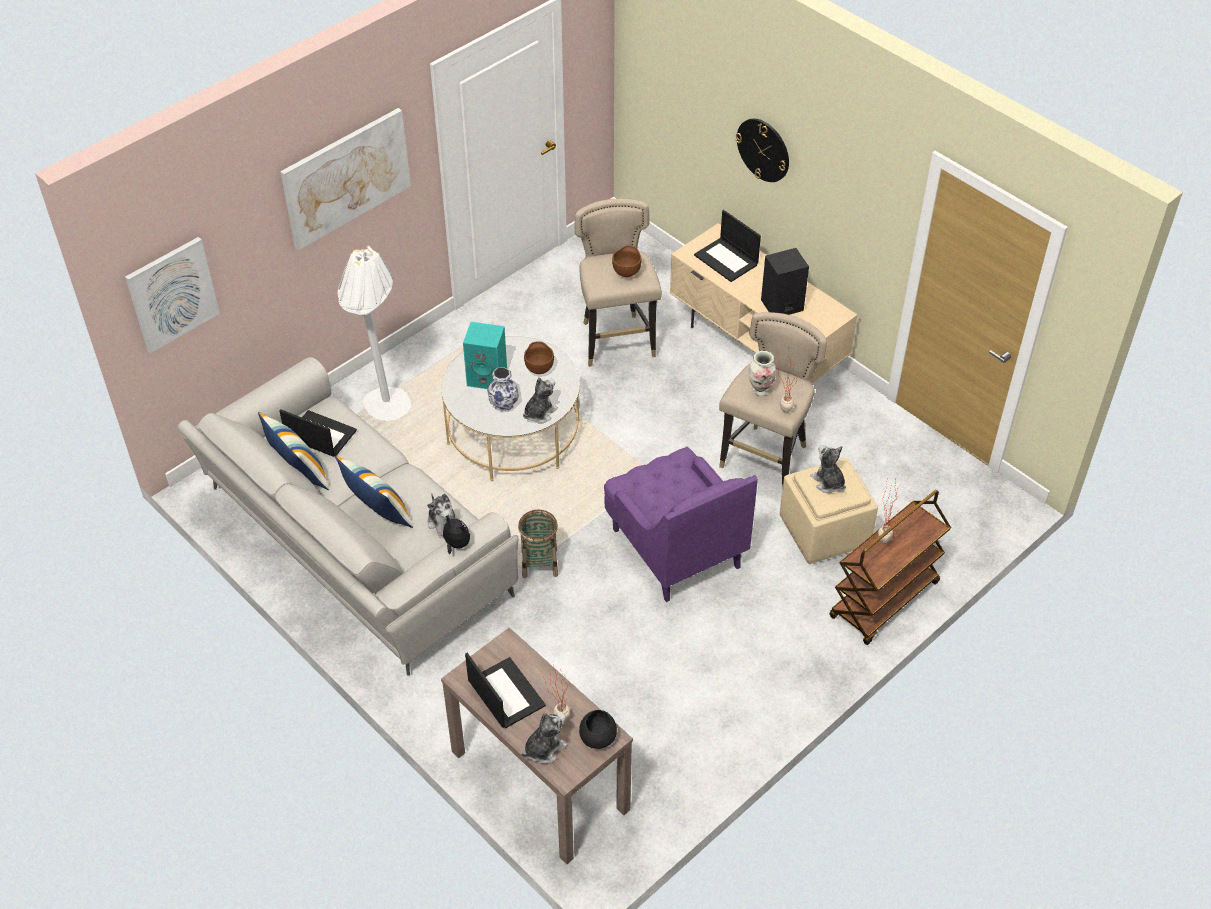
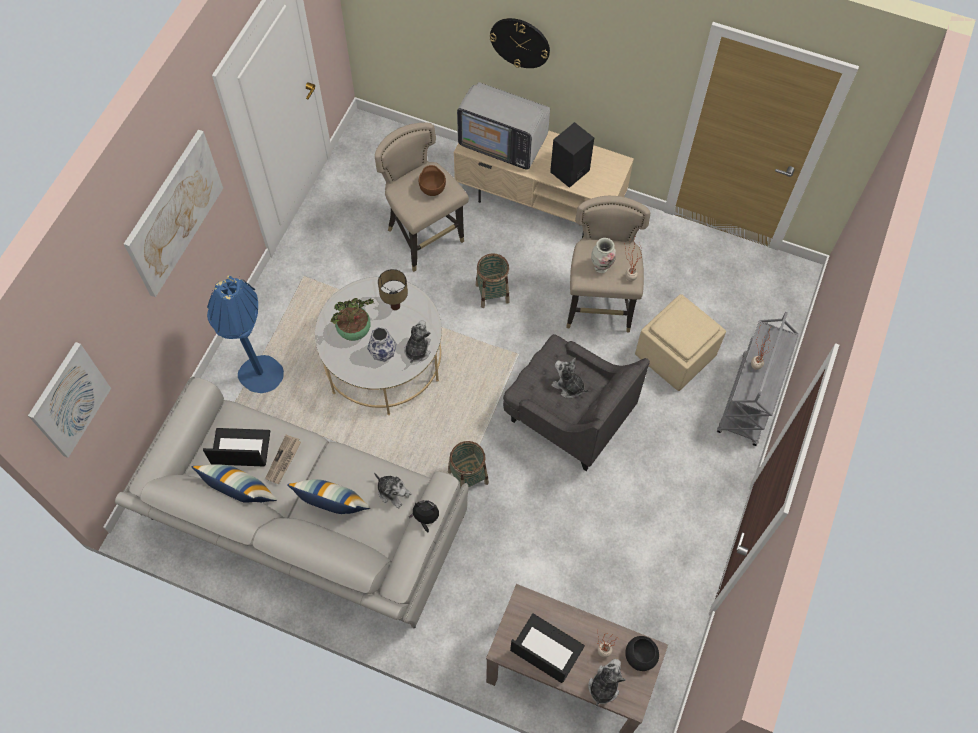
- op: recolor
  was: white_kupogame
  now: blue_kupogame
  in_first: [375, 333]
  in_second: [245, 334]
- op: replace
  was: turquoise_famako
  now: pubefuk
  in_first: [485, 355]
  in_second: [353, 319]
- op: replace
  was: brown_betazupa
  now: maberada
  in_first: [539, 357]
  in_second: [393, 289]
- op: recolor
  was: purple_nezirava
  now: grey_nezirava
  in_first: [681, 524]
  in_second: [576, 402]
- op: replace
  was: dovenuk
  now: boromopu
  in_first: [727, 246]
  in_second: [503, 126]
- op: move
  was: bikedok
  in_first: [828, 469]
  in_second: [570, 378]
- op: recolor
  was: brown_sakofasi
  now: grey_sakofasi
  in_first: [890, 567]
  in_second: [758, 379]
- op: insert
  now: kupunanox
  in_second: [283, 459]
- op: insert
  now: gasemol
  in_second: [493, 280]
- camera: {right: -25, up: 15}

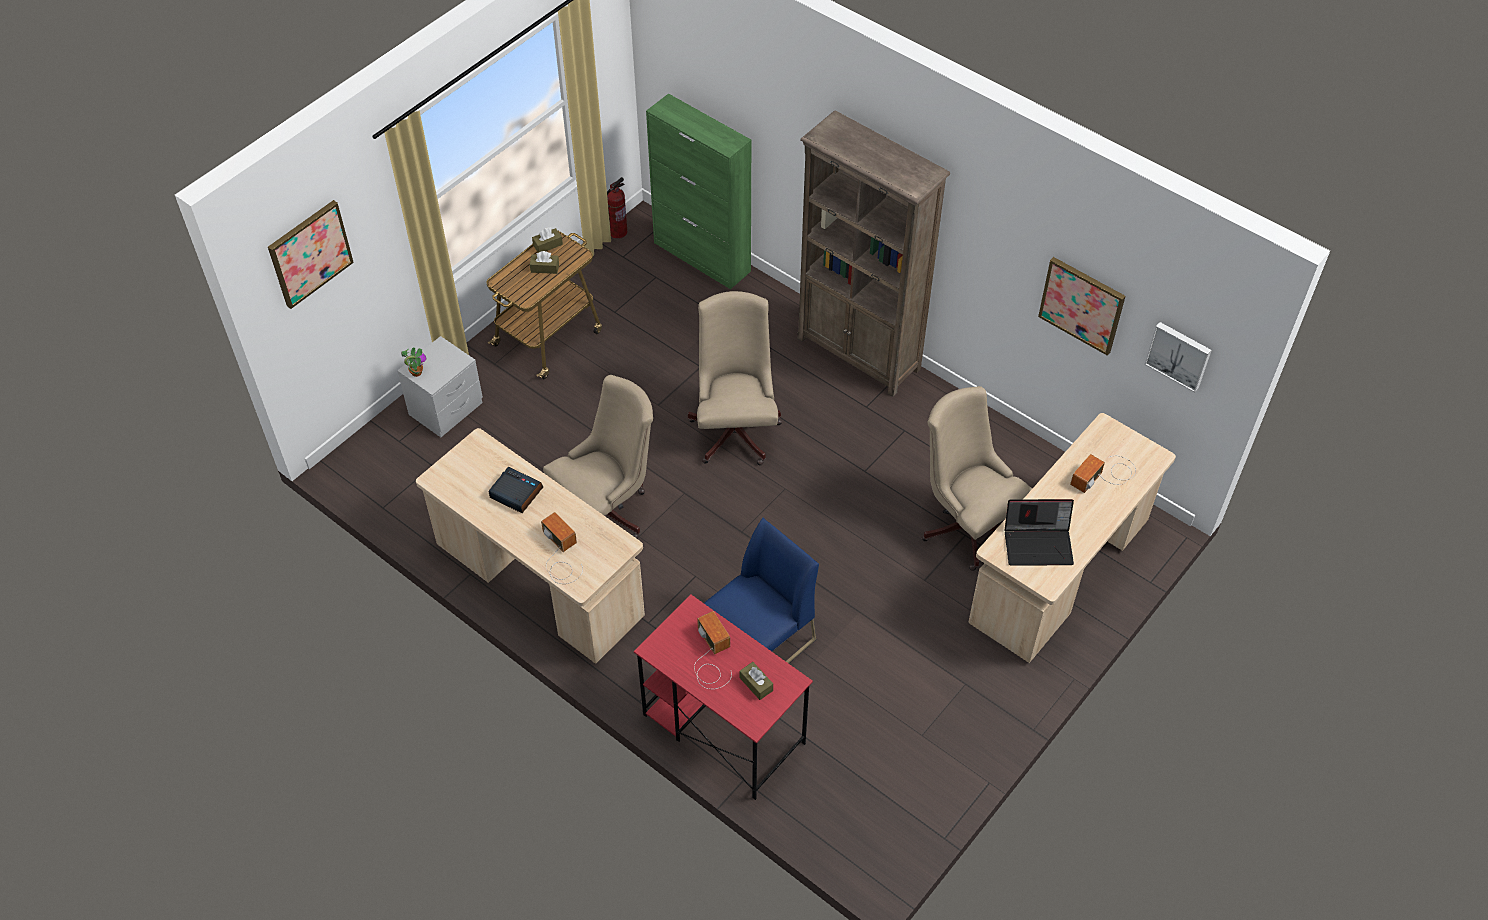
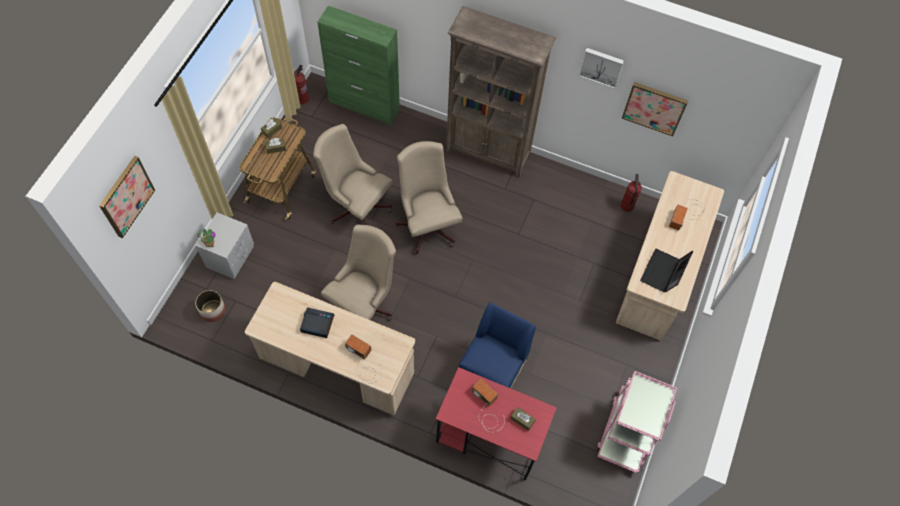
- op: move
  was: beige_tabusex
  in_first: [977, 478]
  in_second: [352, 174]
- op: rotate
  was: dovenuk
  in_first: [1039, 532]
  in_second: [666, 270]
  clockwise: 135
- op: move
  was: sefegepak
  in_first: [1178, 357]
  in_second: [601, 68]
- op: insert
  now: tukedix
  in_second: [210, 306]
- op: insert
  now: pink_sakofasi
  in_second: [637, 422]
- op: insert
  now: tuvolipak
  in_second: [631, 193]
- camera: {right: -20, up: 10}

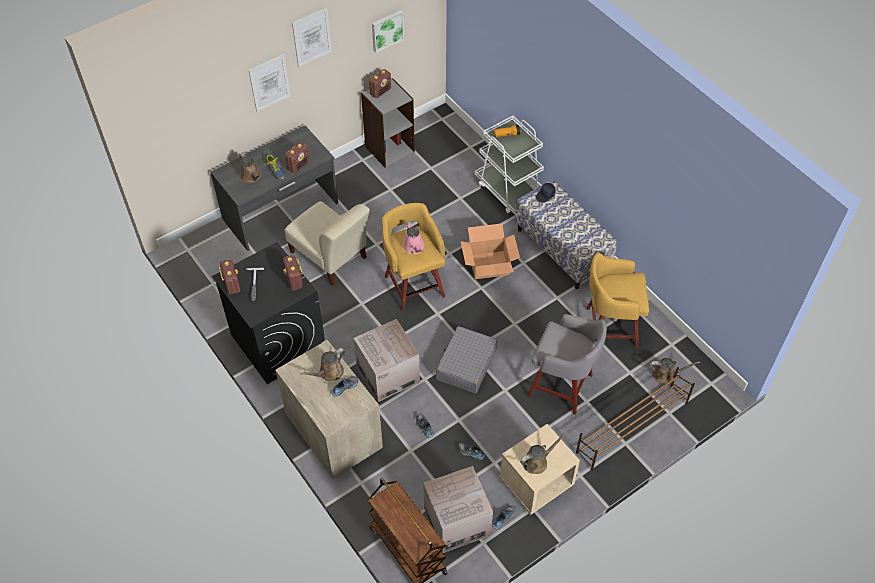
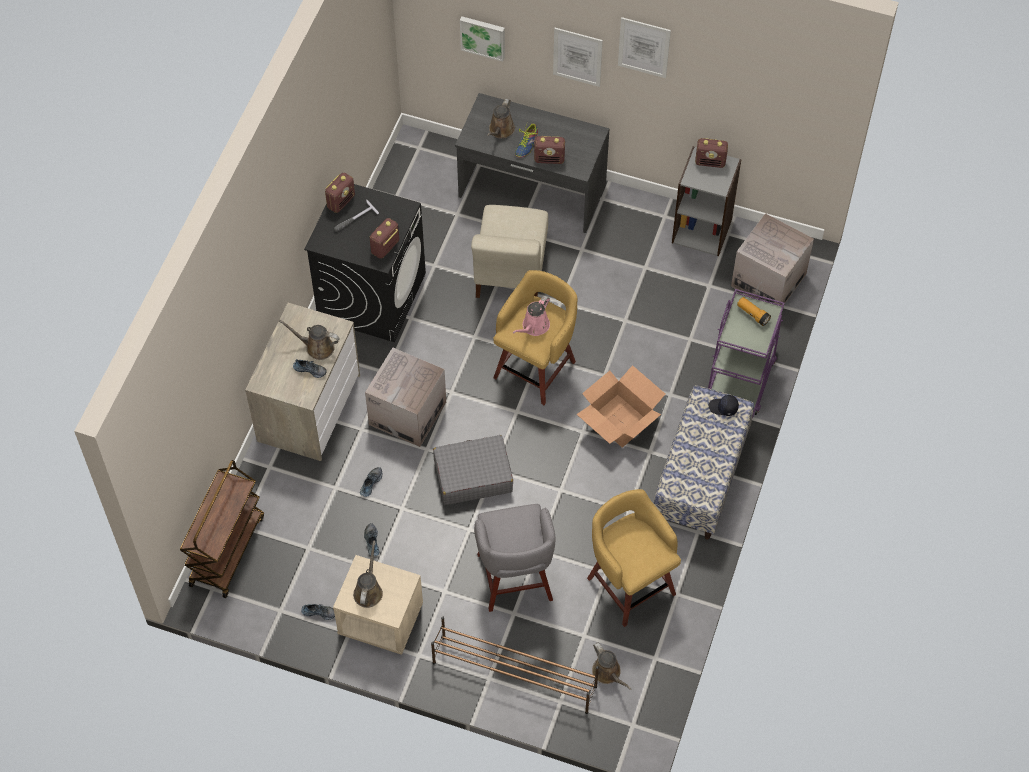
- op: move
  was: sefegepak
  in_first: [388, 31]
  in_second: [482, 39]
- op: move
  was: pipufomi
  in_first: [458, 509]
  in_second: [772, 259]
- op: recolor
  was: white_sakofasi
  now: purple_sakofasi
  in_first: [509, 166]
  in_second: [746, 353]
- op: rotate
  was: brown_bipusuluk
  in_first: [543, 453]
  in_second: [368, 574]
  clockwise: -105
- camera: {right: 55, up: 5}

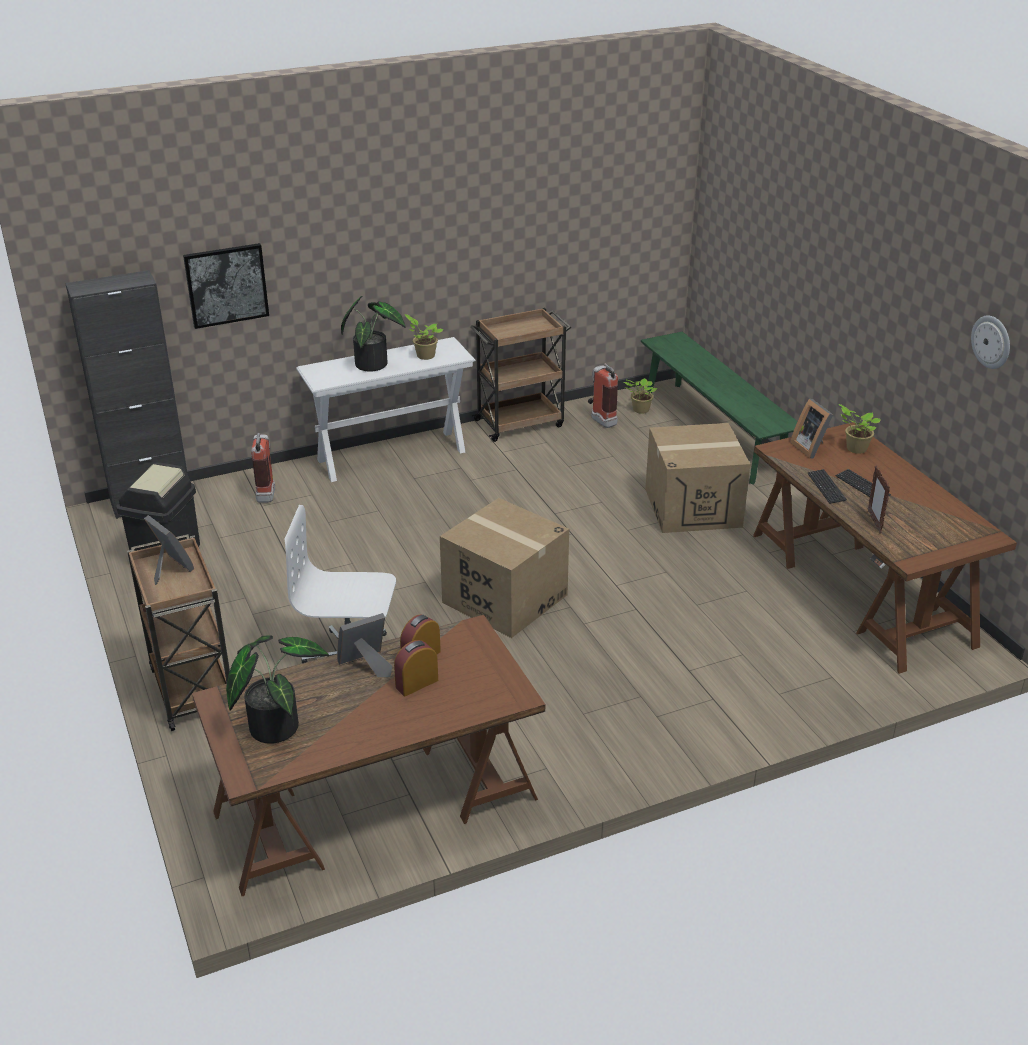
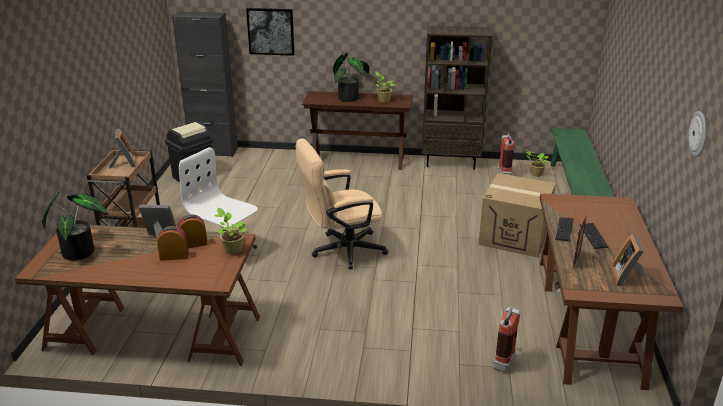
- op: move
  was: tuvolipak
  in_first: [263, 468]
  in_second: [506, 339]
- op: recolor
  was: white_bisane
  now: brown_bisane
  in_first: [386, 409]
  in_second: [357, 130]
- op: replace
  was: pipufomi
  now: beige_tabusex
  in_first: [504, 568]
  in_second: [342, 204]
- op: replace
  was: brown_sakofasi
  now: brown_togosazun
  in_first: [520, 375]
  in_second: [457, 98]
- op: move
  was: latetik
  in_first: [811, 429]
  in_second: [627, 260]
- op: move
  was: pubefuk
  in_first: [860, 429]
  in_second: [231, 231]
- camera: {right: 30, up: -5}

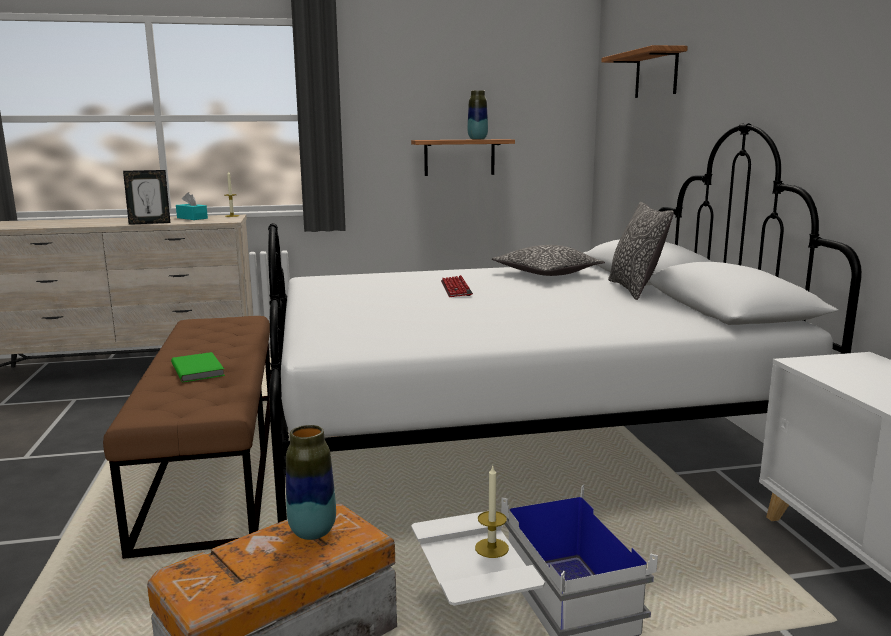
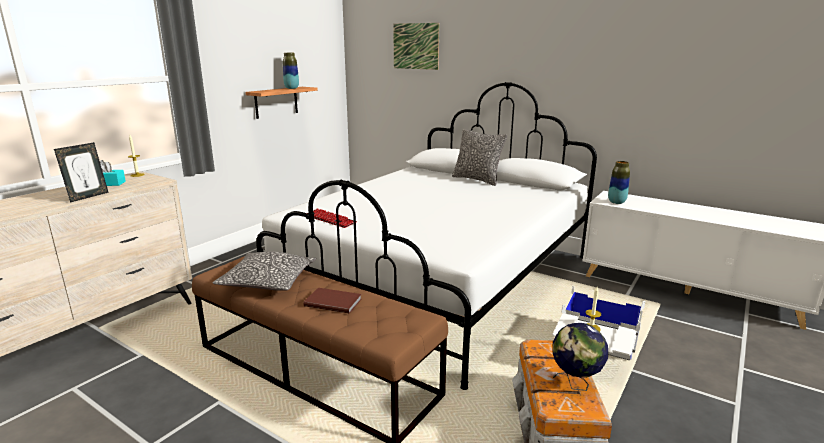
- op: recolor
  was: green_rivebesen
  now: brown_rivebesen
  in_first: [198, 367]
  in_second: [332, 301]
- op: move
  was: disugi
  in_first: [311, 482]
  in_second: [619, 182]
- op: move
  was: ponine
  in_first: [457, 286]
  in_second: [335, 218]
- op: move
  was: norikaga
  in_first: [548, 260]
  in_second: [264, 271]
- op: replace
  was: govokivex
  now: sefegepak
  in_first: [644, 71]
  in_second: [416, 46]
- op: insert
  now: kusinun
  in_second: [580, 357]
- camera: {right: -45, up: 5}

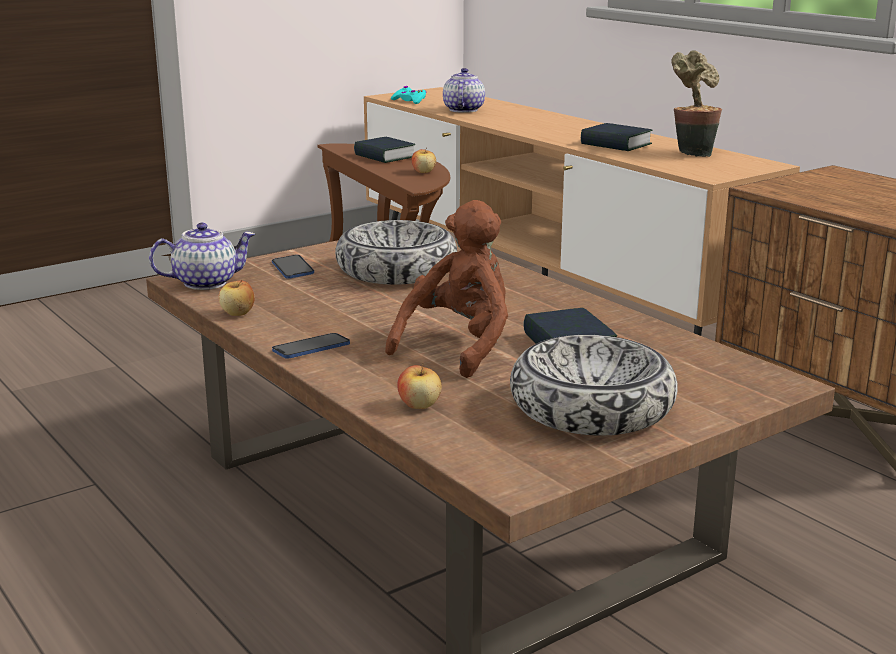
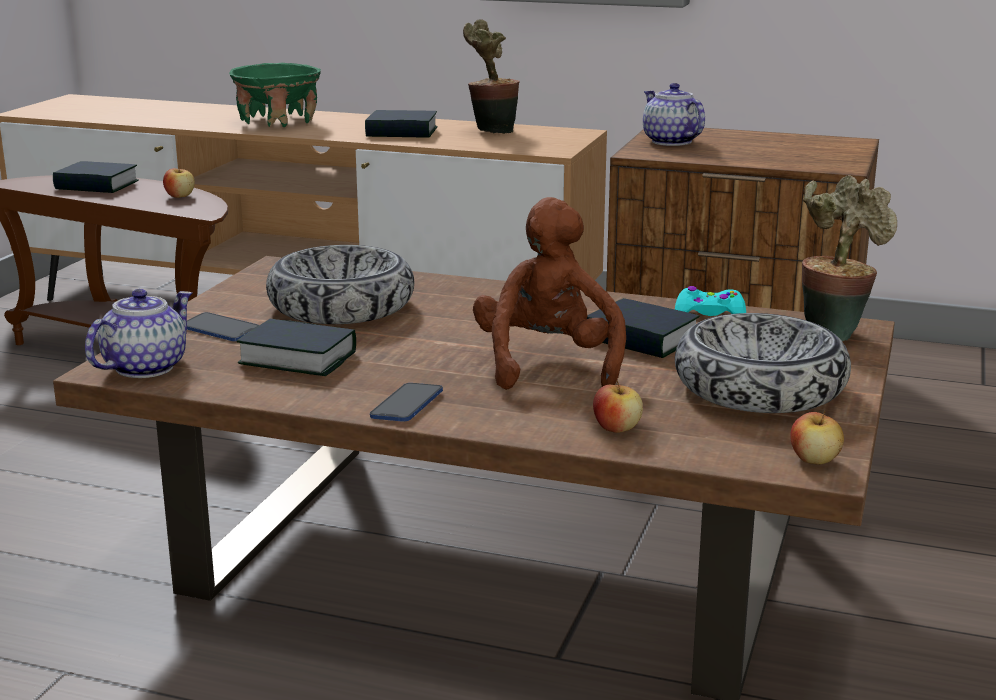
- op: move
  was: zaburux
  in_first: [237, 298]
  in_second: [817, 437]
- op: move
  was: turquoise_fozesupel
  in_first: [409, 95]
  in_second: [710, 301]
- op: move
  was: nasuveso
  in_first: [464, 90]
  in_second: [674, 114]
- op: insert
  now: green_betazupa
  in_second: [275, 95]
- op: insert
  now: rivebesen
  in_second: [296, 347]
- op: insert
  now: pubefuk
  in_second: [849, 258]
- camera: {right: -35, up: 0}

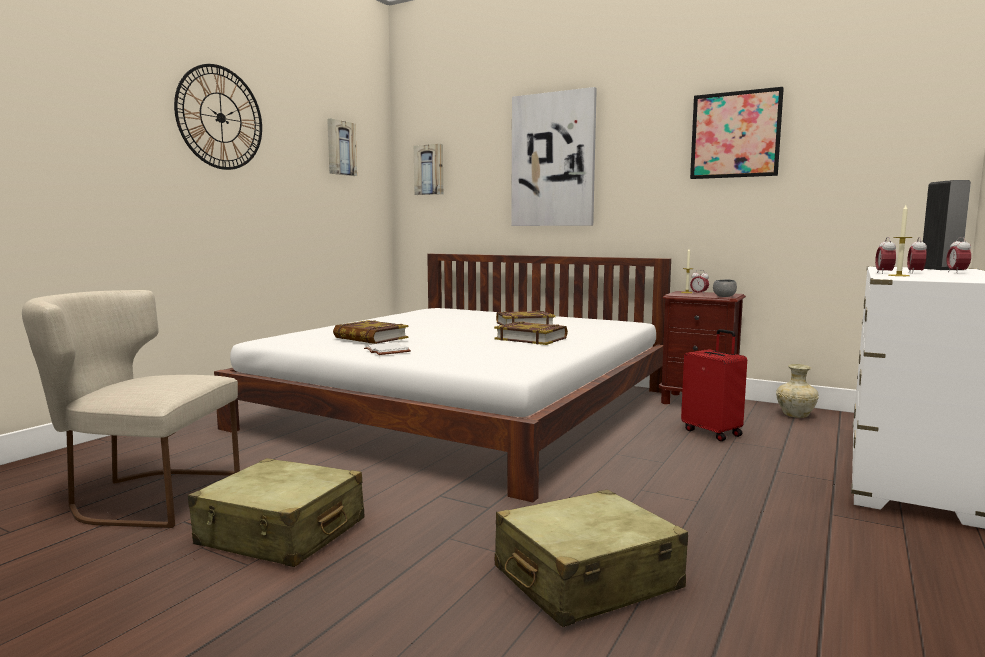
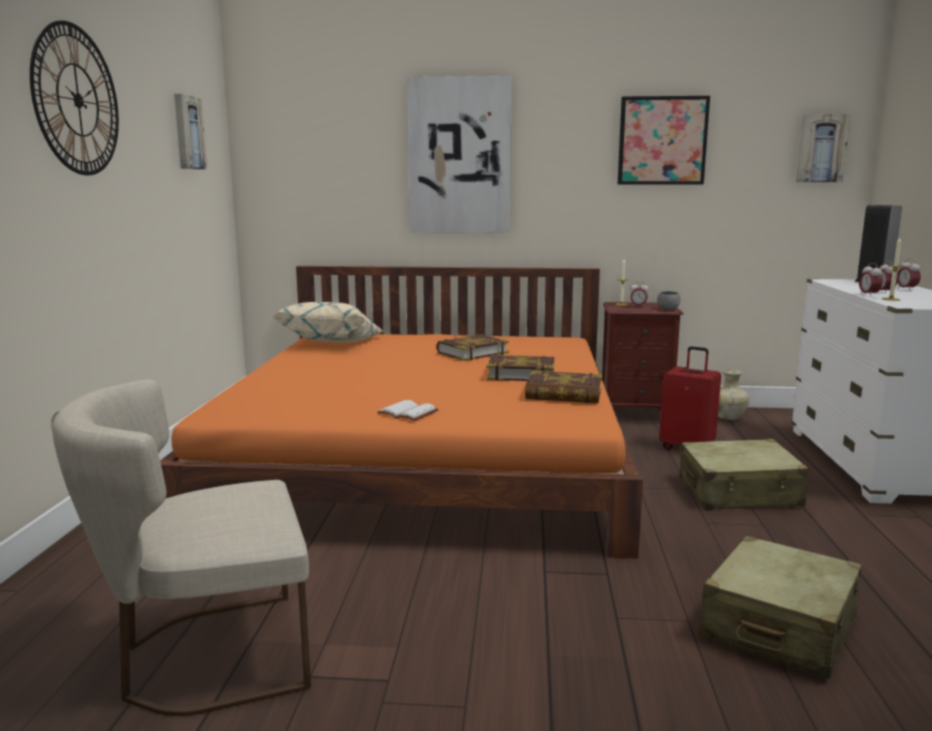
- op: move
  was: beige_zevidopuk
  in_first: [276, 512]
  in_second: [744, 474]
- op: recolor
  was: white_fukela
  now: orange_fukela
  in_first: [442, 378]
  in_second: [401, 412]
- op: move
  was: rivebesen
  in_first: [370, 332]
  in_second: [563, 387]
- op: move
  was: sefegepak
  in_first: [428, 169]
  in_second: [823, 148]
- op: insert
  now: beige_norikaga
  in_second: [327, 322]
- camera: {right: -25, up: 5}

